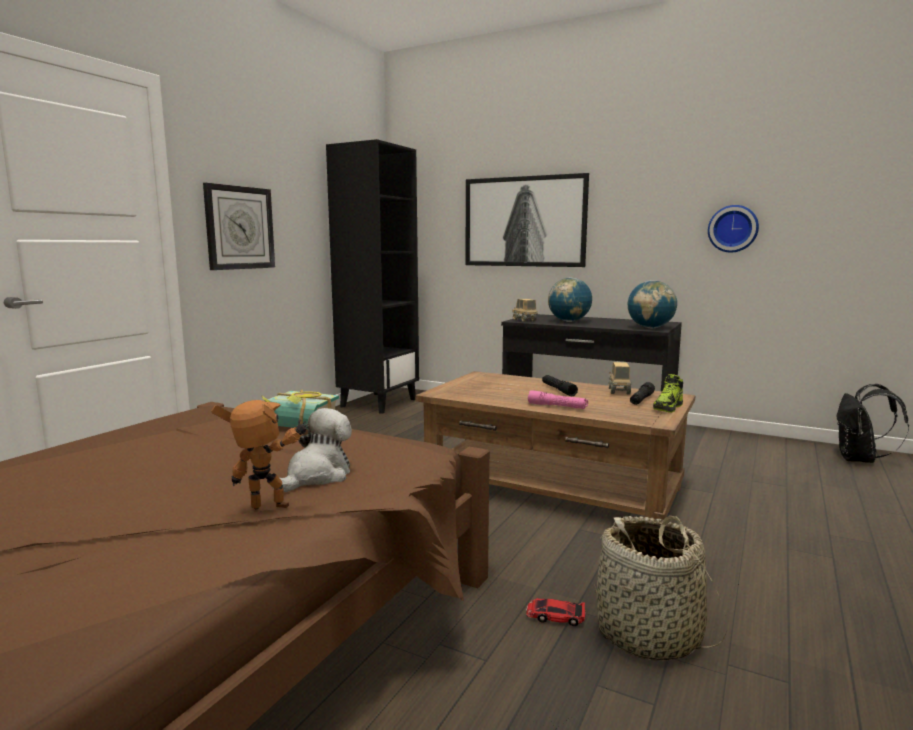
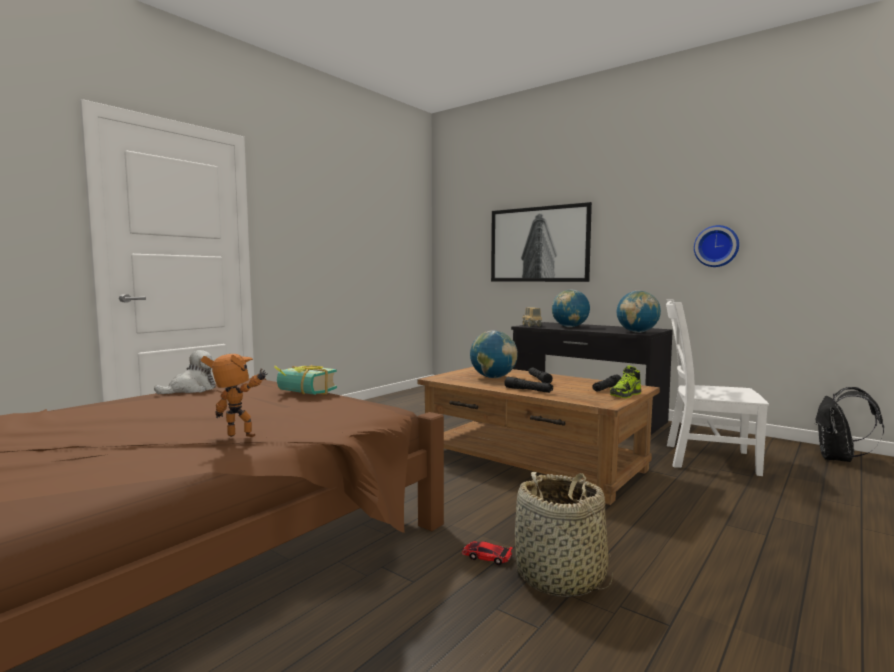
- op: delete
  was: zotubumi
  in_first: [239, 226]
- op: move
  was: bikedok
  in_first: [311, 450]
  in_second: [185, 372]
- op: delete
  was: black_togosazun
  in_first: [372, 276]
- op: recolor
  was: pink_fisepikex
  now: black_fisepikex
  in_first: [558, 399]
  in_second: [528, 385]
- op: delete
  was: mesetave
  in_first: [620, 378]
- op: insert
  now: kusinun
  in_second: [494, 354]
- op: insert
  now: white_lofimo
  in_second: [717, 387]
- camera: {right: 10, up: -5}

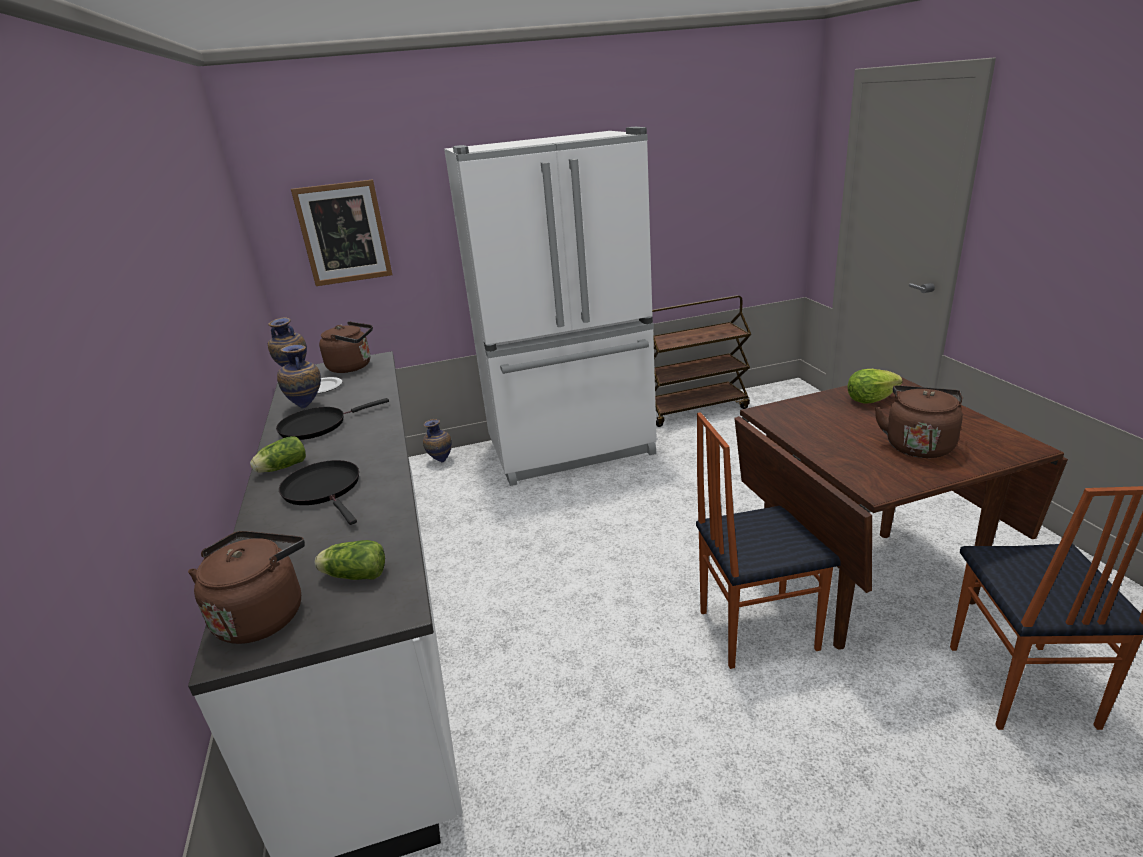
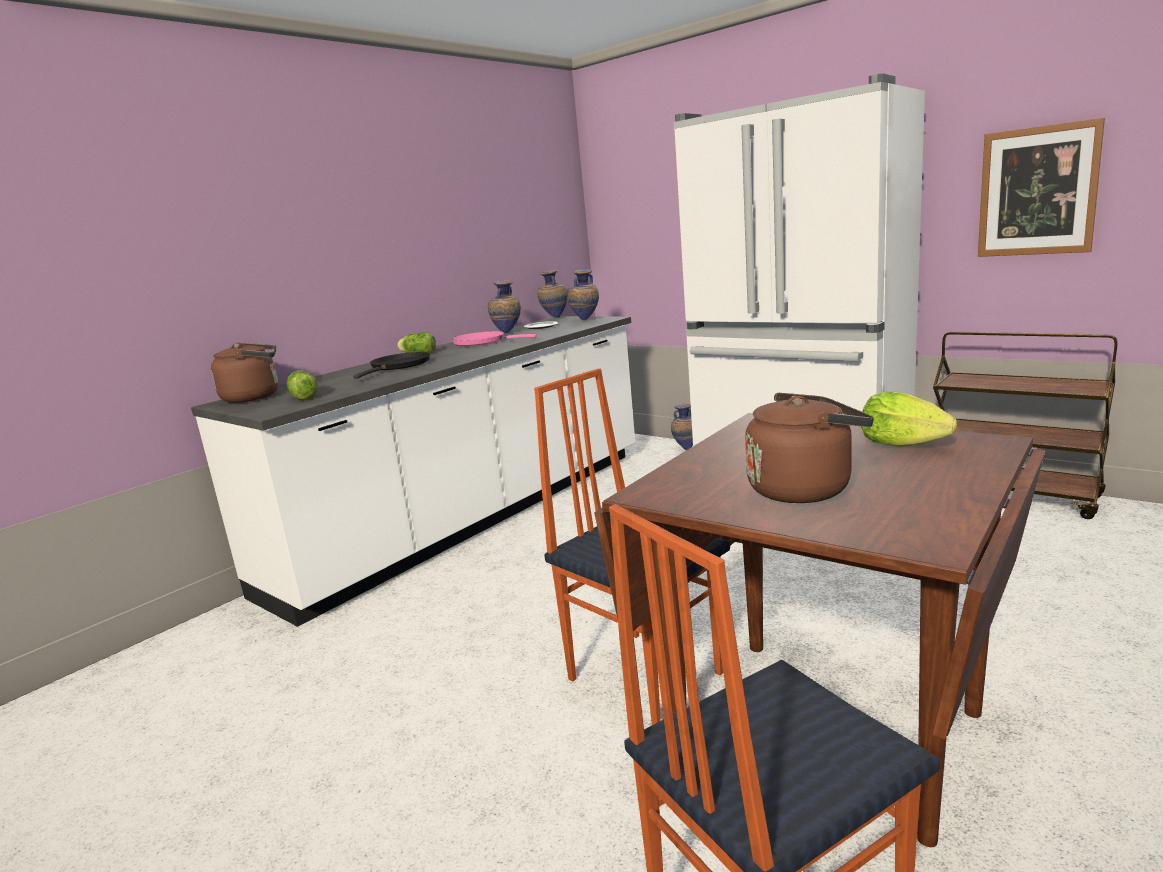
- op: recolor
  was: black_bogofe
  now: pink_bogofe
  in_first: [332, 419]
  in_second: [494, 338]
- op: move
  was: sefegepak
  in_first: [341, 232]
  in_second: [1041, 187]
- op: replace
  was: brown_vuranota
  now: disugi
  in_first: [346, 347]
  in_second: [583, 295]
- camera: {right: 55, up: -10}

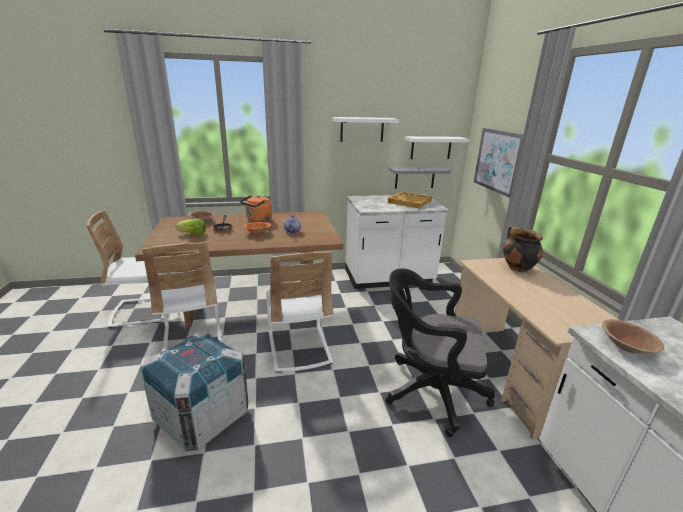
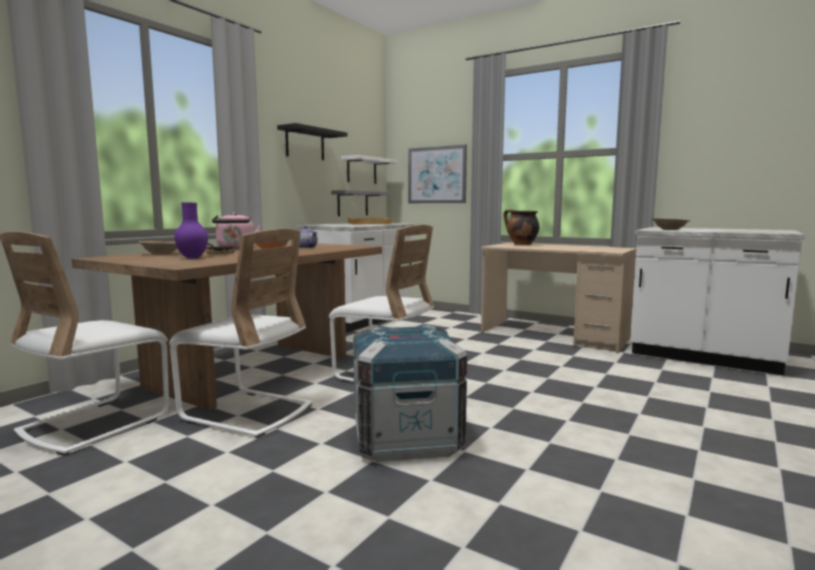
- op: replace
  was: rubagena
  now: purple_disugi
  in_first: [190, 227]
  in_second: [191, 230]
- op: recolor
  was: orange_vuranota
  now: pink_vuranota
  in_first: [256, 208]
  in_second: [237, 230]
- op: recolor
  was: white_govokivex
  now: black_govokivex
  in_first: [365, 129]
  in_second: [312, 141]
- op: delete
  was: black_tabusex
  in_first: [440, 352]
- camera: {right: -45, up: -15}

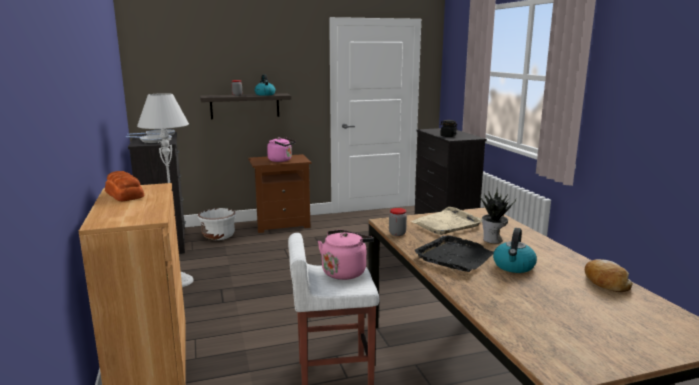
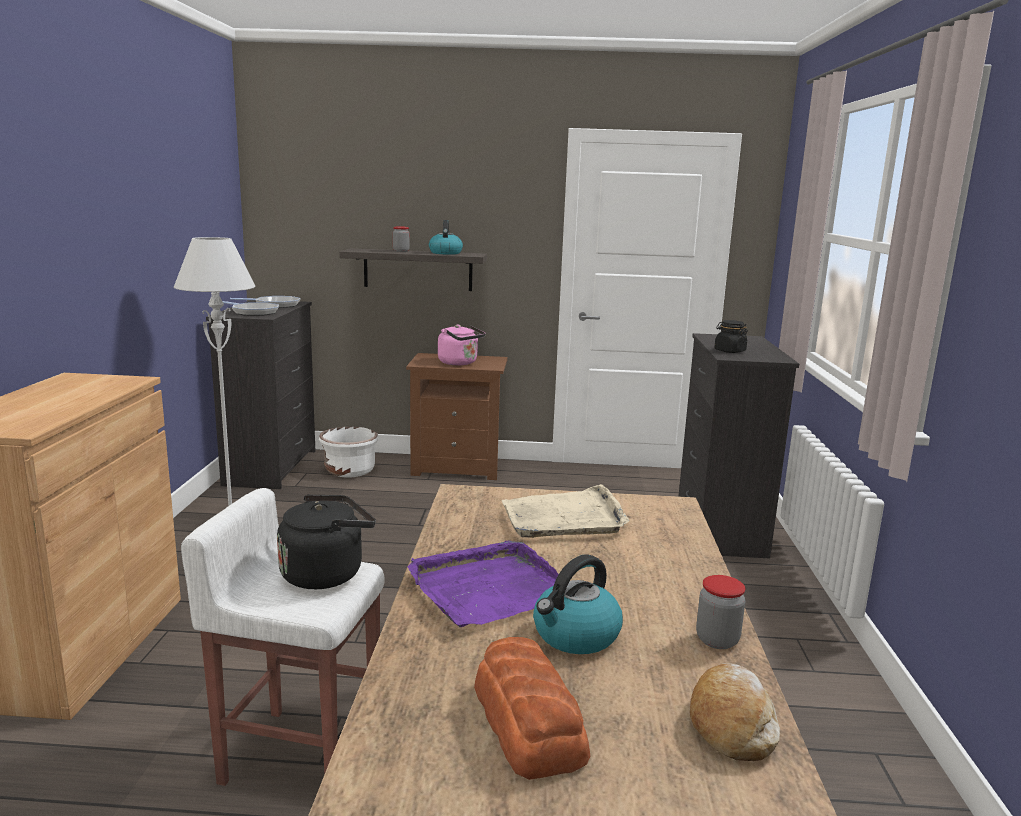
- op: move
  was: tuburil
  in_first: [125, 186]
  in_second: [532, 708]
- op: recolor
  was: pink_vuranota
  now: black_vuranota
  in_first: [346, 255]
  in_second: [326, 542]
- op: move
  was: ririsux
  in_first: [398, 222]
  in_second: [720, 612]
- op: recolor
  was: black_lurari
  now: purple_lurari
  in_first: [454, 253]
  in_second: [483, 583]
- op: delete
  was: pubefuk
  in_first: [498, 217]
- camera: {right: 20, up: 0}

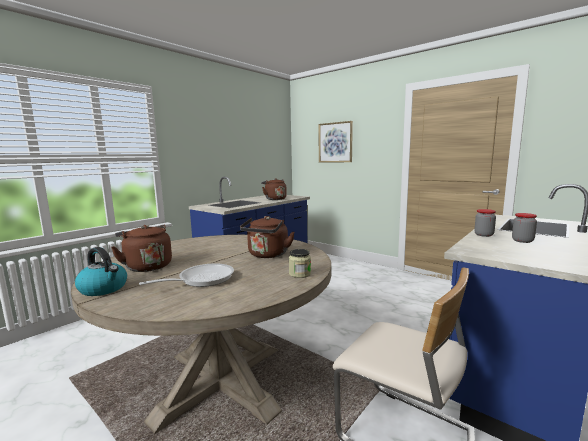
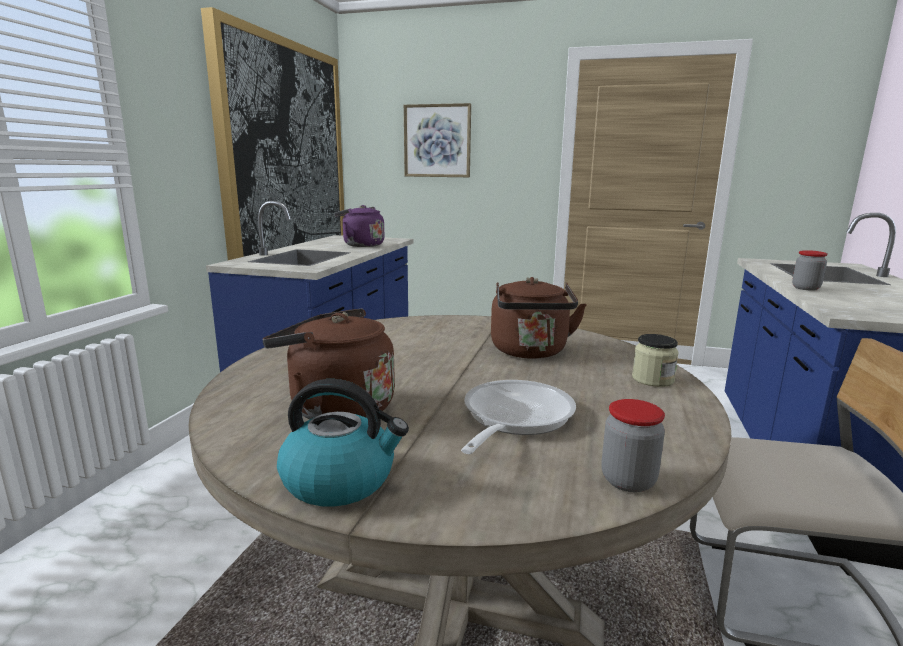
- op: recolor
  was: brown_vuranota
  now: purple_vuranota
  in_first: [274, 189]
  in_second: [359, 226]
- op: move
  was: ririsux
  in_first: [524, 228]
  in_second: [633, 445]
- op: insert
  now: sefegepak
  in_second: [272, 133]
- camera: {right: -25, up: 5}

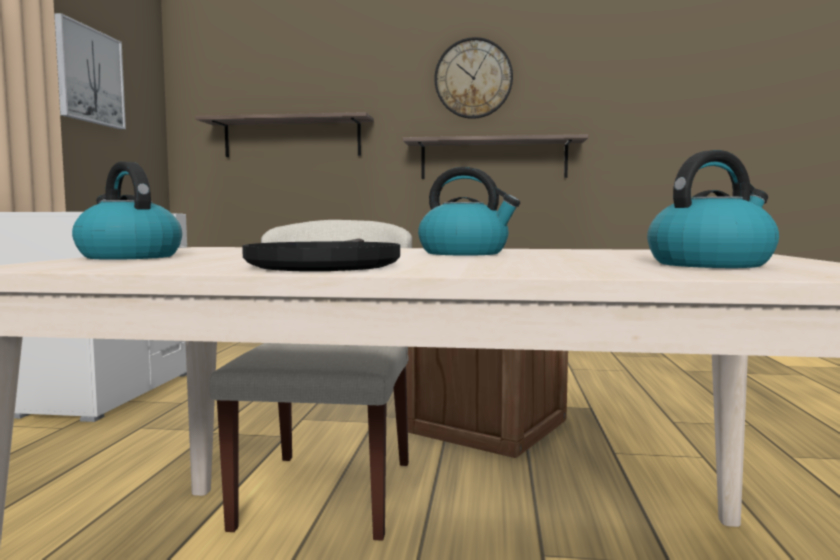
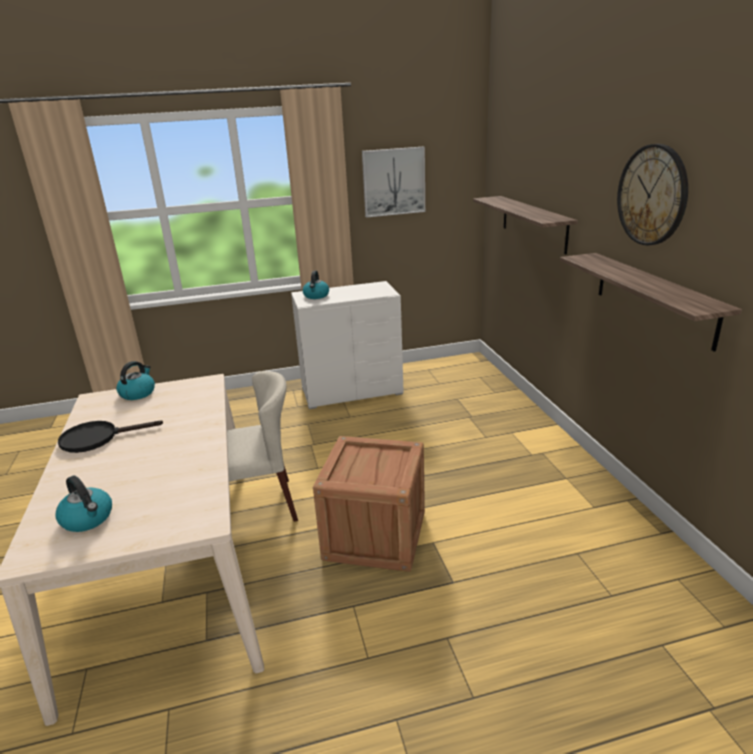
- op: move
  was: vuranota
  in_first: [469, 211]
  in_second: [316, 285]
- camera: {right: 70, up: 20}

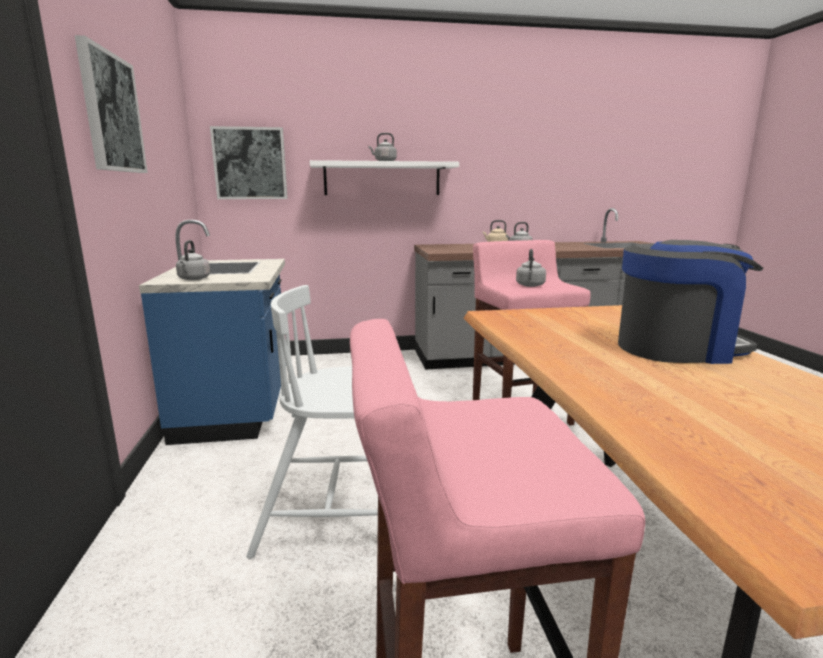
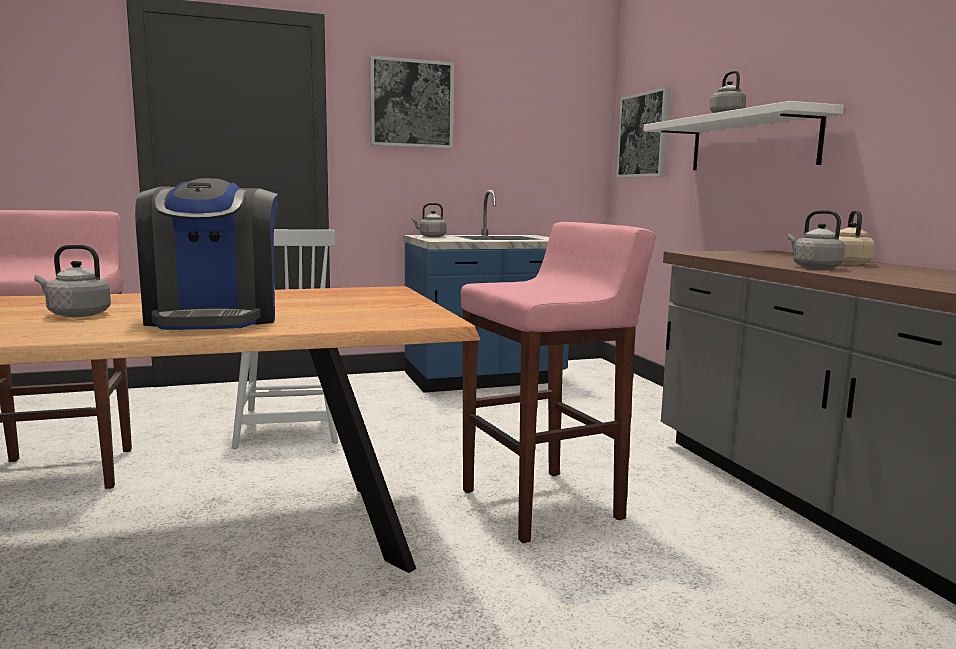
- op: move
  was: grey_vuranota
  in_first: [531, 268]
  in_second: [72, 281]
- camera: {right: 80, up: -5}

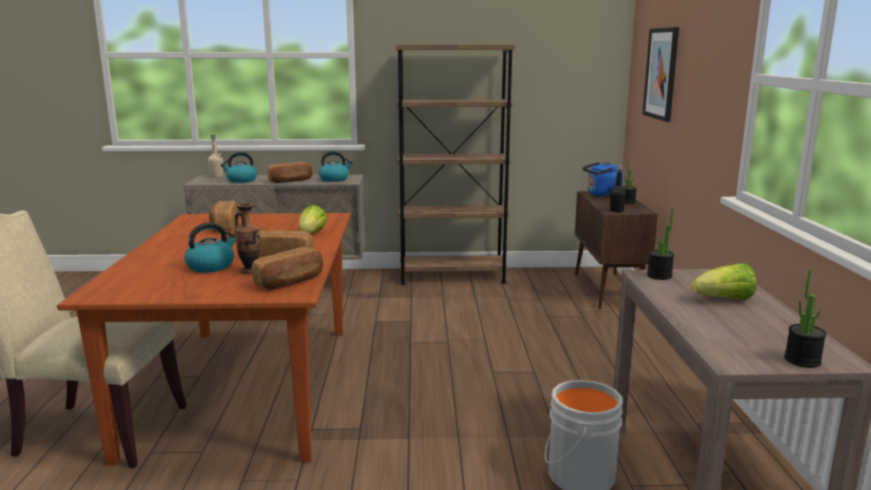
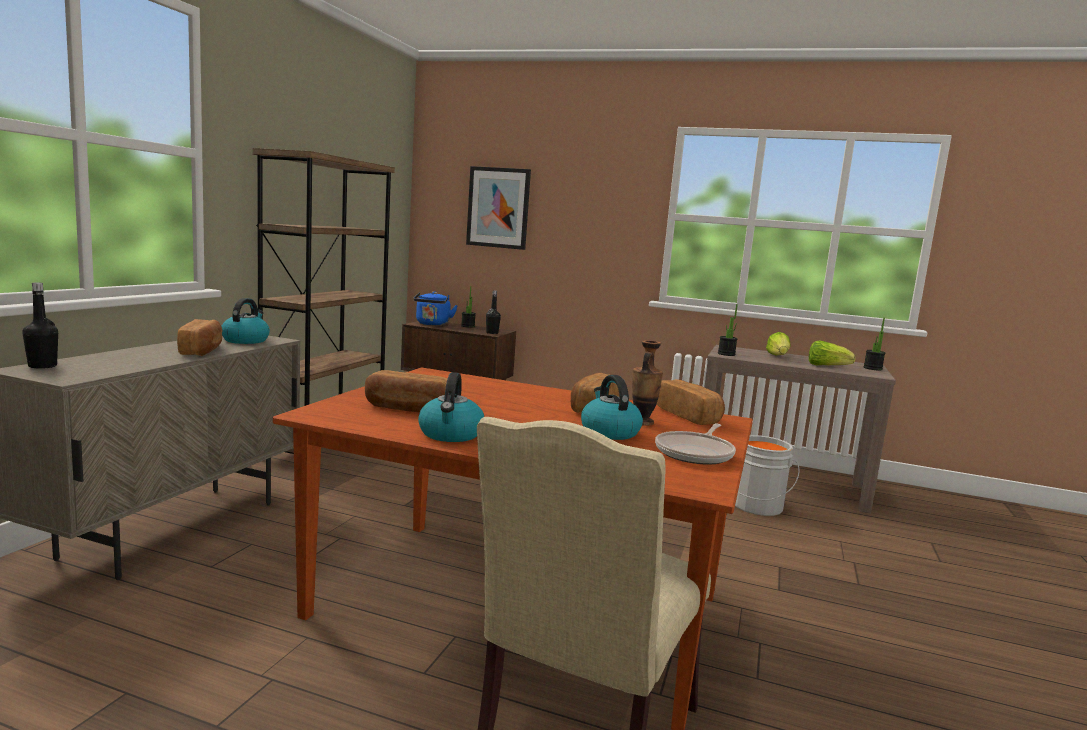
- op: recolor
  was: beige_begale
  now: black_begale
  in_first: [215, 156]
  in_second: [40, 326]
- op: move
  was: vuranota
  in_first: [238, 167]
  in_second: [451, 407]
- op: move
  was: rubagena
  in_first: [313, 219]
  in_second: [832, 352]
- op: insert
  now: bogofe
  in_second: [695, 444]
- camera: {right: -70, up: -5}

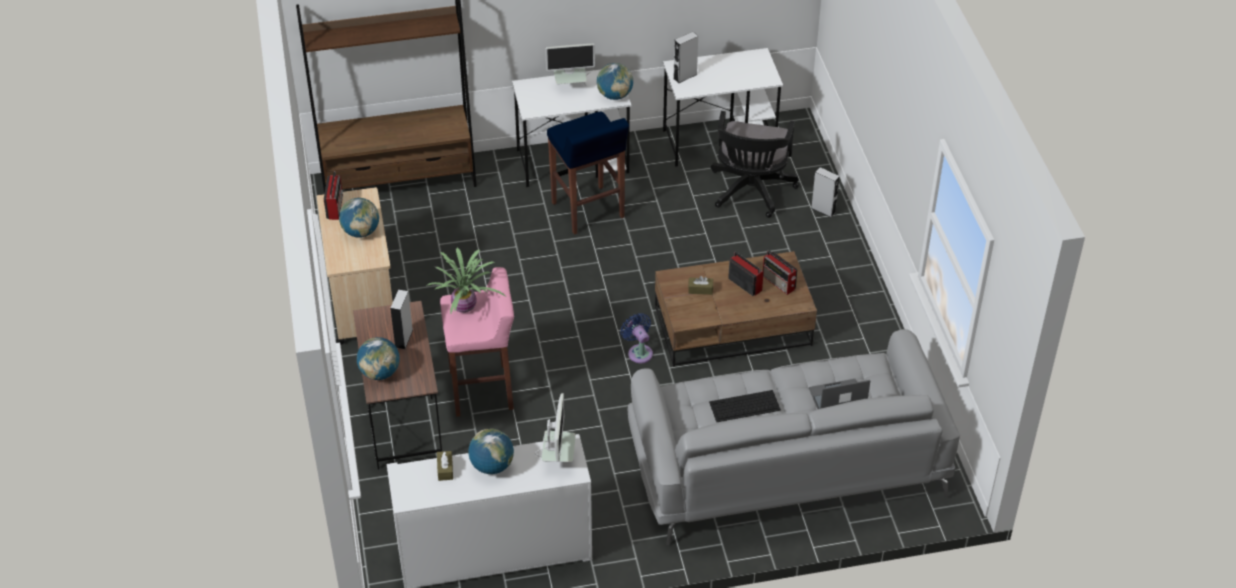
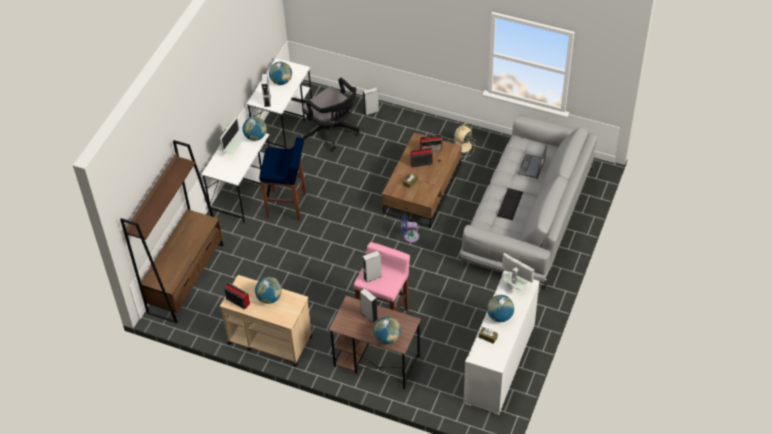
- op: replace
  was: pubefuk
  now: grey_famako
  in_first: [465, 281]
  in_second: [372, 266]
- op: insert
  now: kusinun
  in_second: [280, 73]
- op: insert
  now: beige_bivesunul
  in_second: [463, 139]
- camera: {right: -55, up: 5}

